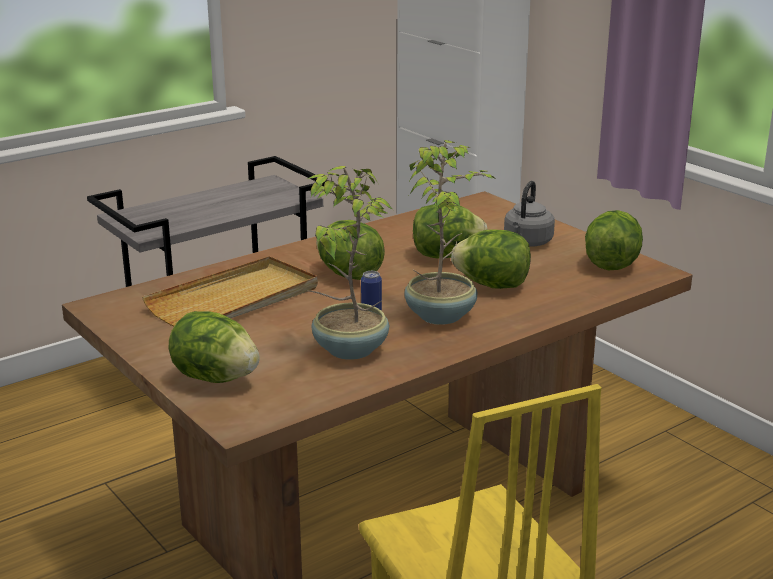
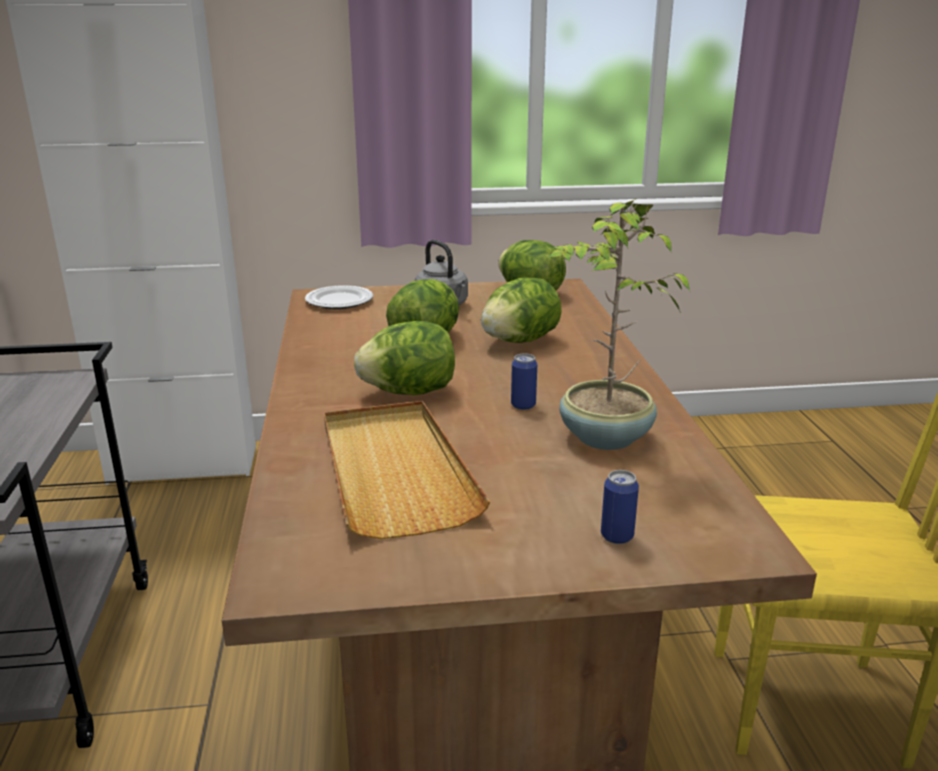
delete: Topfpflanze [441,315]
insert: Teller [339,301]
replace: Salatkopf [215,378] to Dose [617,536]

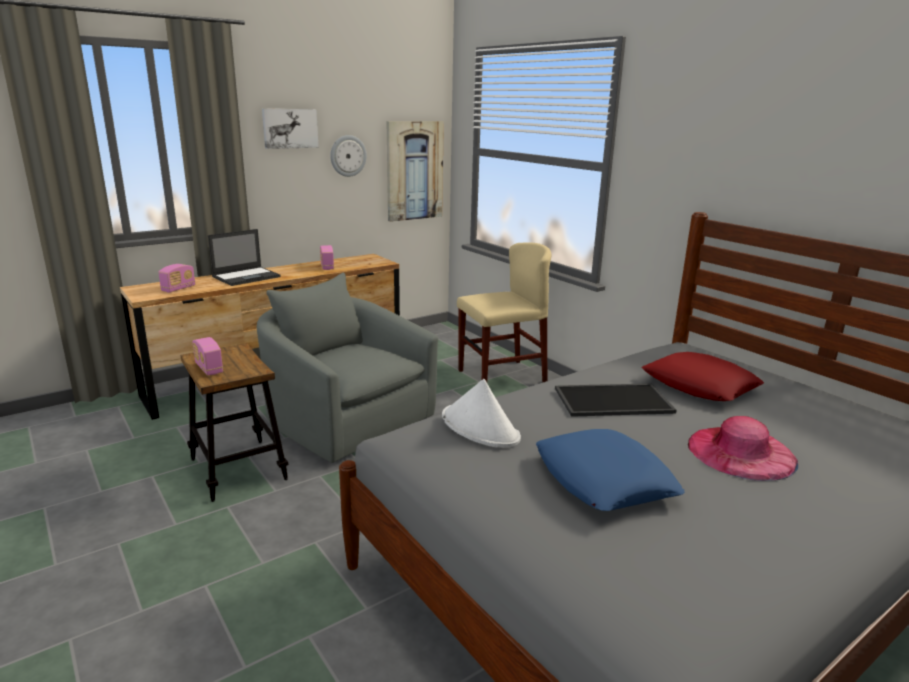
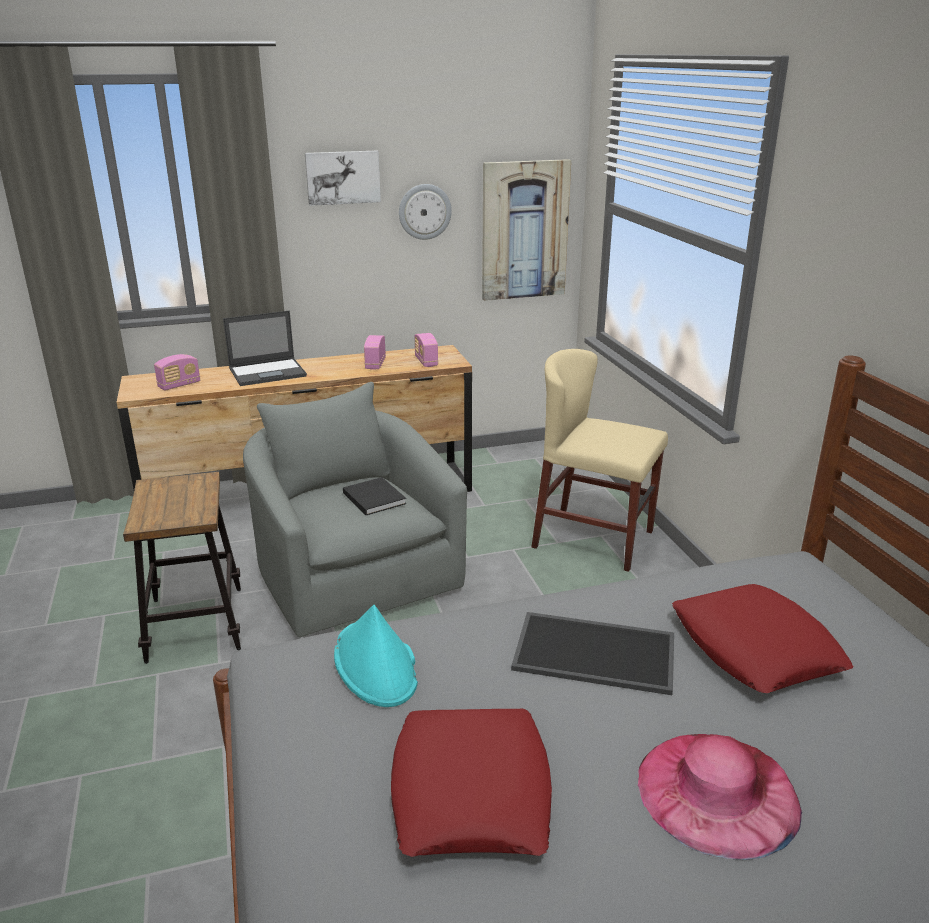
insert: Buch [schwarz] [373,497]
move: Radio [209,368] to [426,362]
recolor: Hut [weiß] [480,427] to Hut [türkis] [376,665]; Kissen [blau] [604,479] to Kissen [rot] [471,792]
rotate: Stuhl [beige] [501,376] = [593,539] 150 degrees counterclockwise

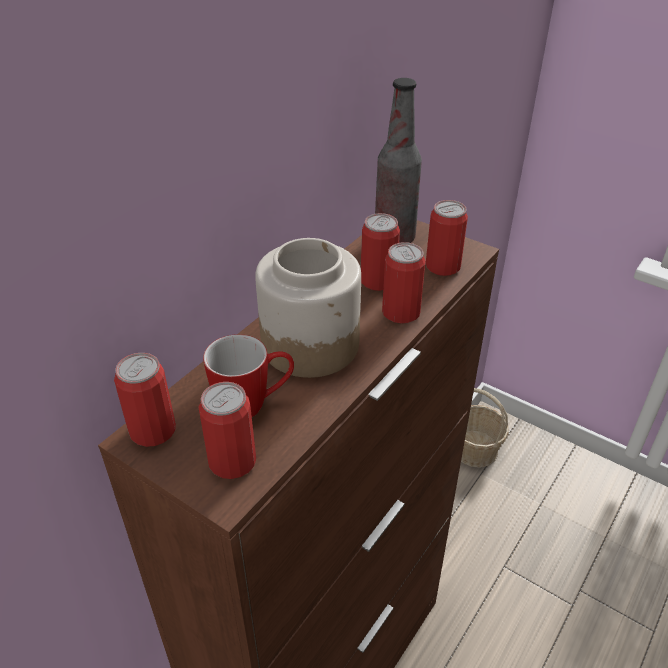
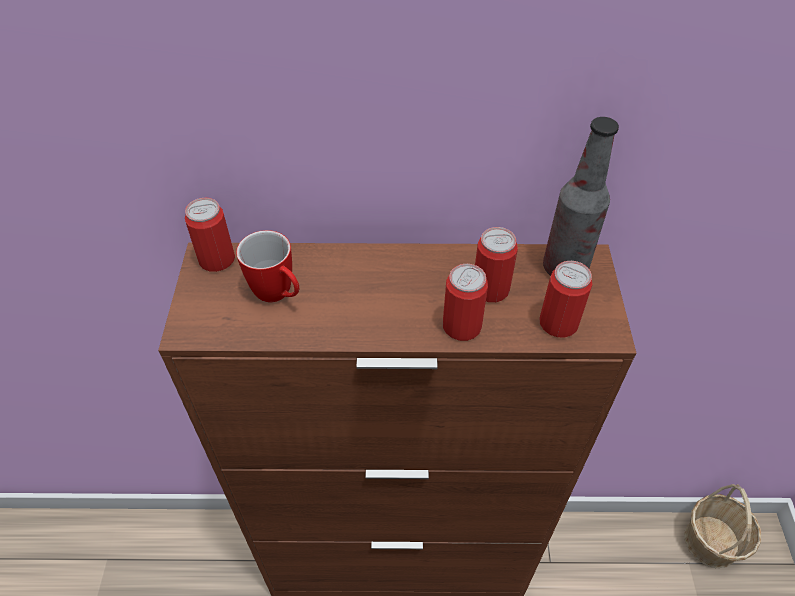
delete: Dose [232,461]; Vorratsglas [311,344]

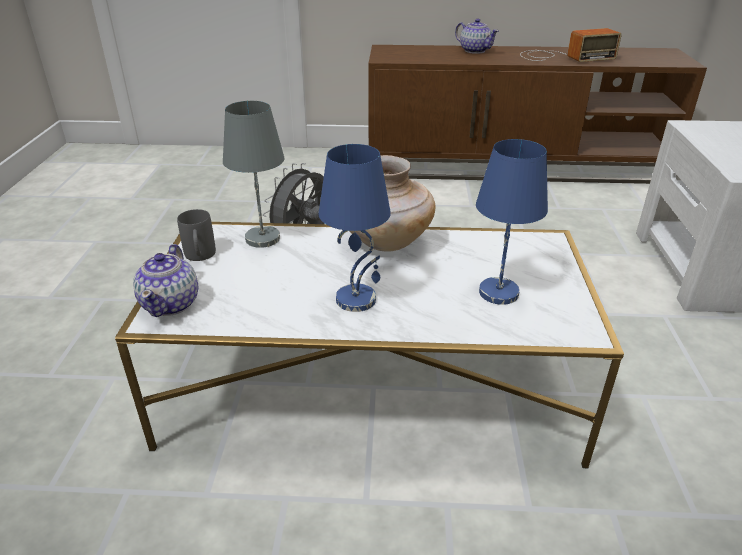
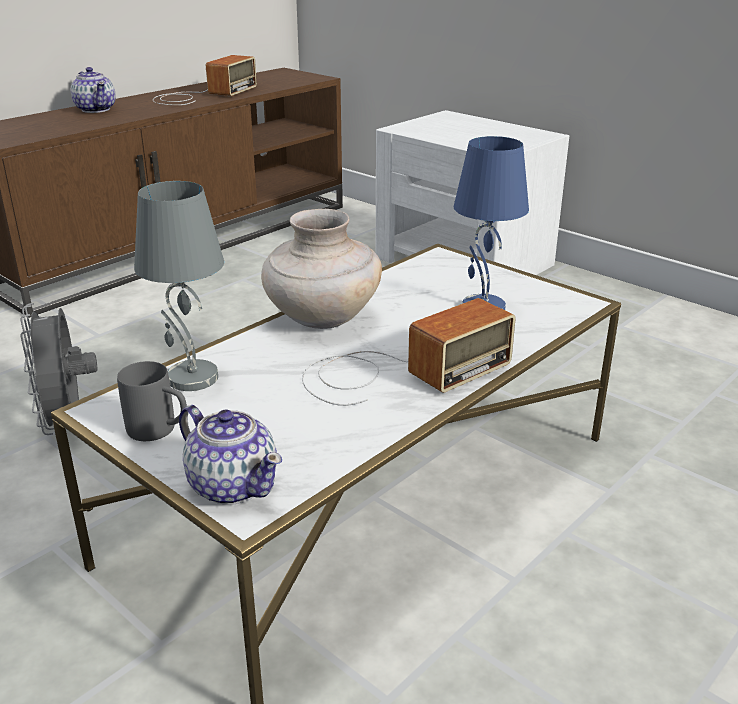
replace: Tischlampe [blau] [357,299] to Radio [397,372]
rotate: Teekanne [474,50] = [96,109] 60 degrees clockwise

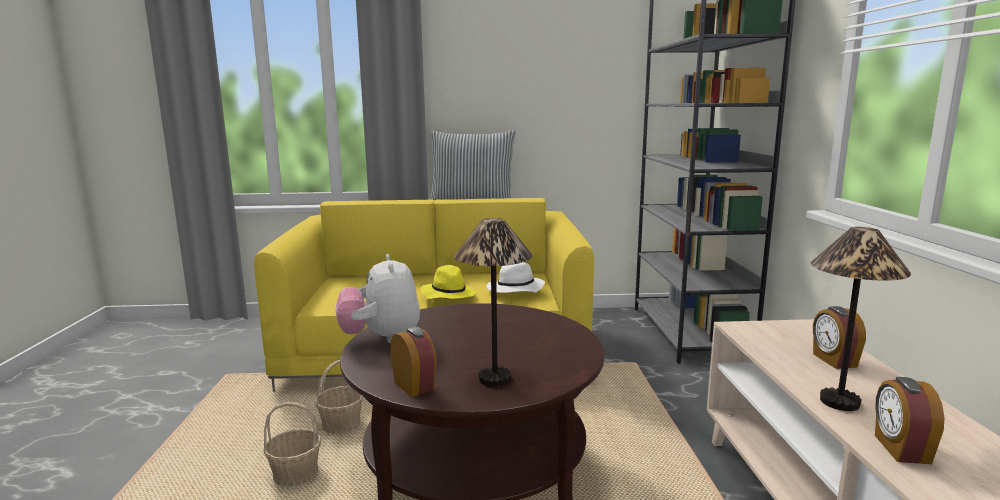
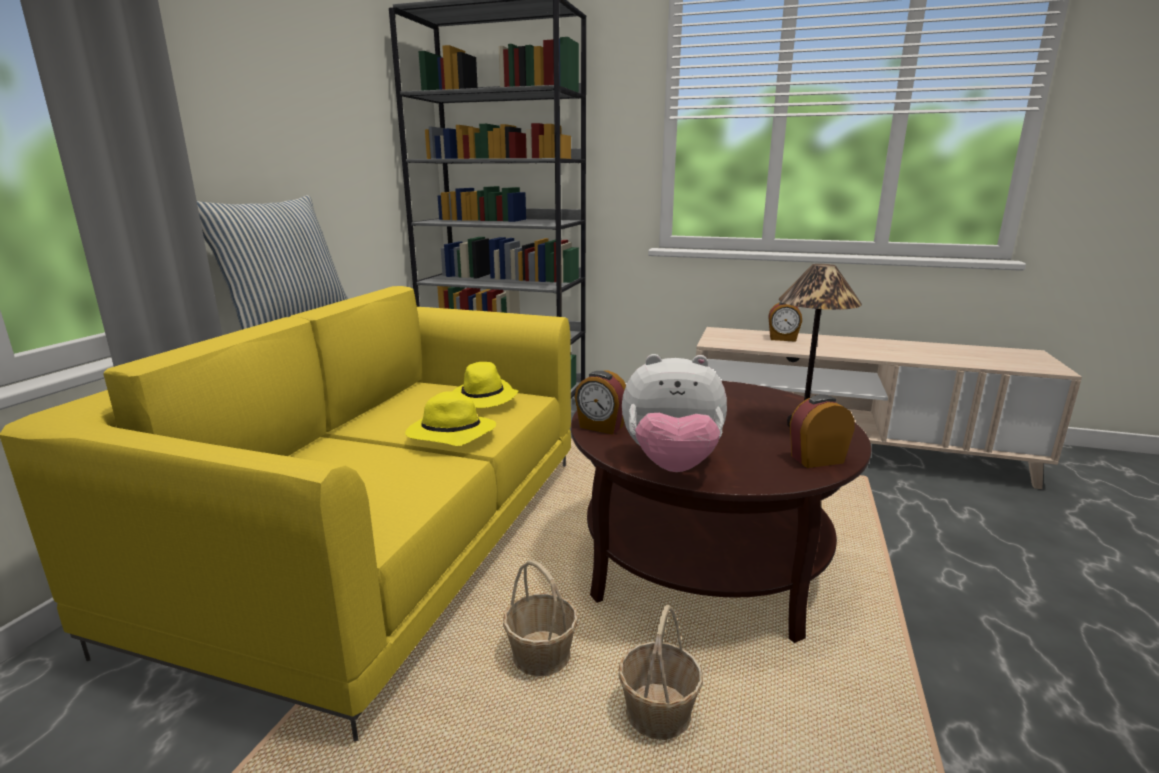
delete: Tischlampe [839,402]
move: Wecker [900,449] to [601,427]
recolor: Hut [weiß] [515,289] to Hut [gelb] [484,399]

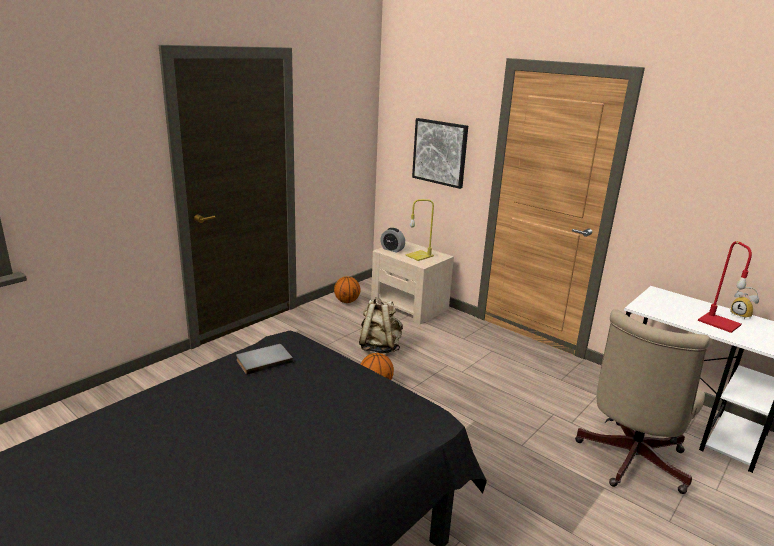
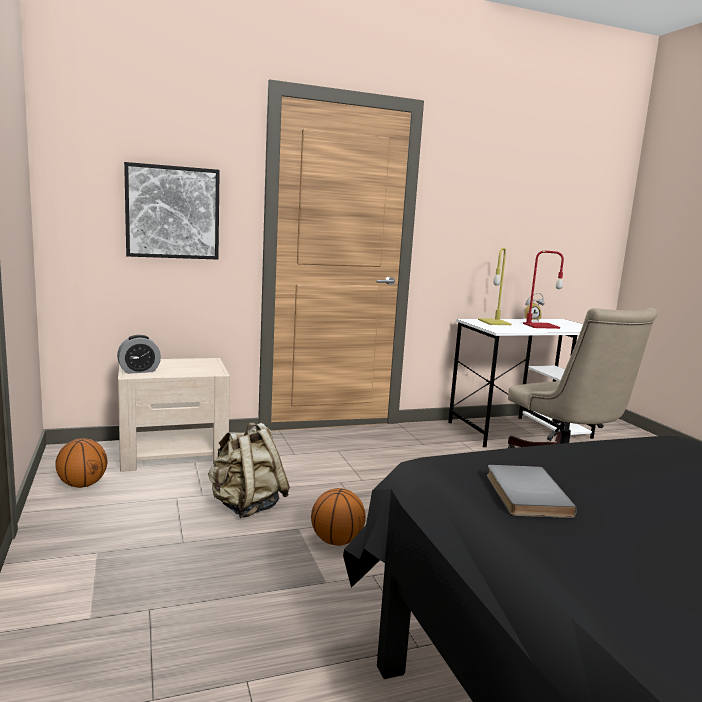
move: Tischlampe [gelb] [419,255] to [493,322]

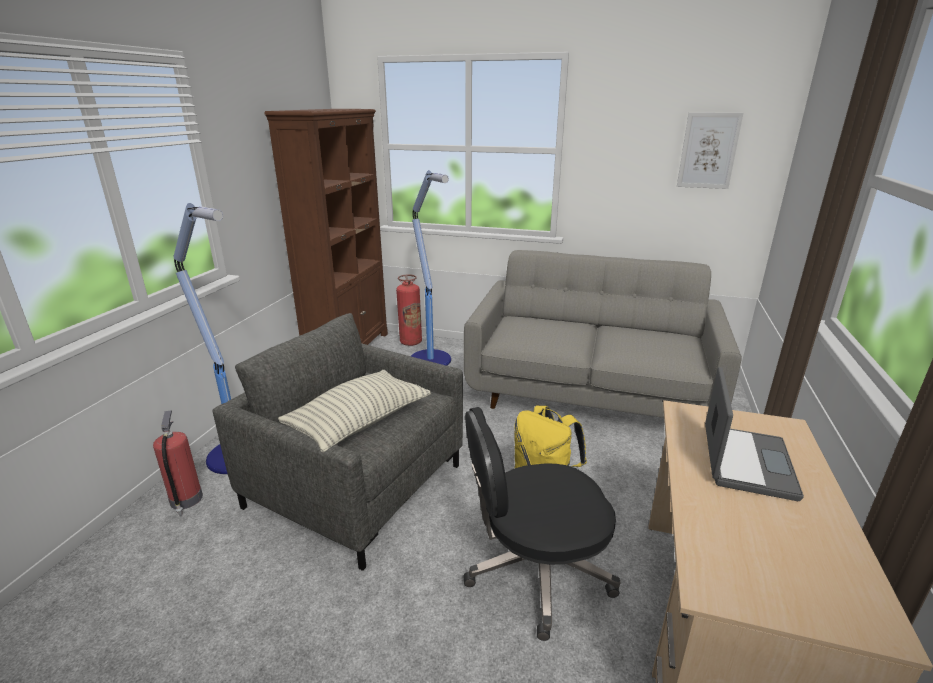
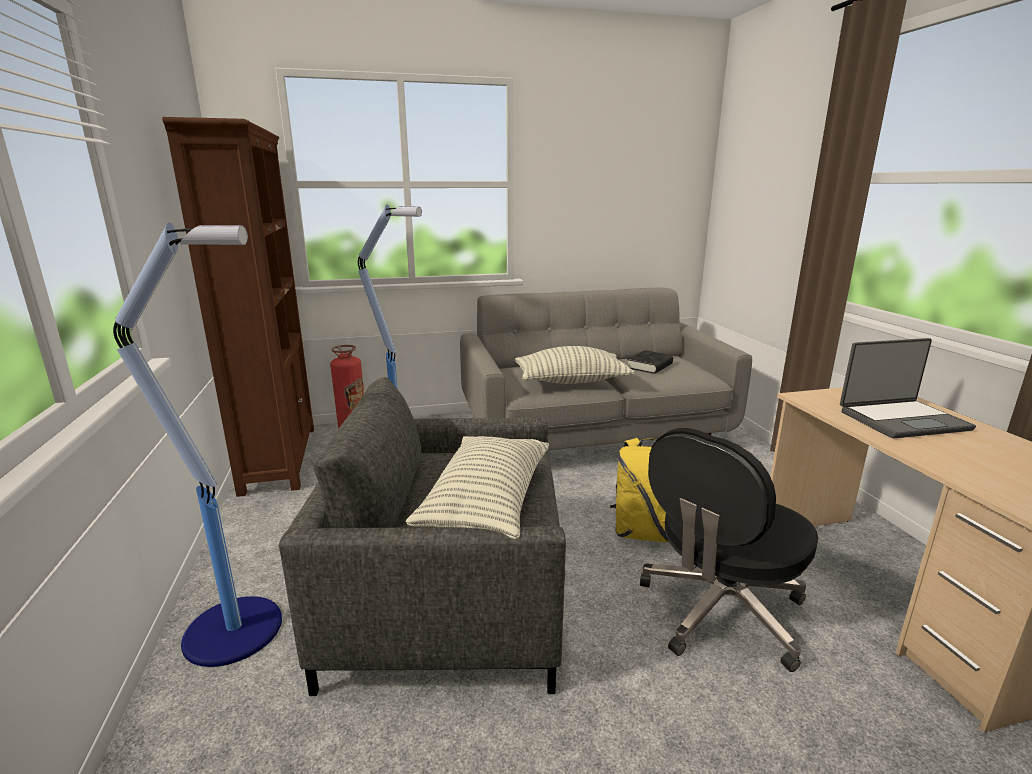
delete: Feuerlöscher [186,500]; Bild [708,151]
insert: Kissen [571,381]; Buch [schwarz] [649,366]
rotate: Laptop [745,461] = [901,420] 90 degrees clockwise

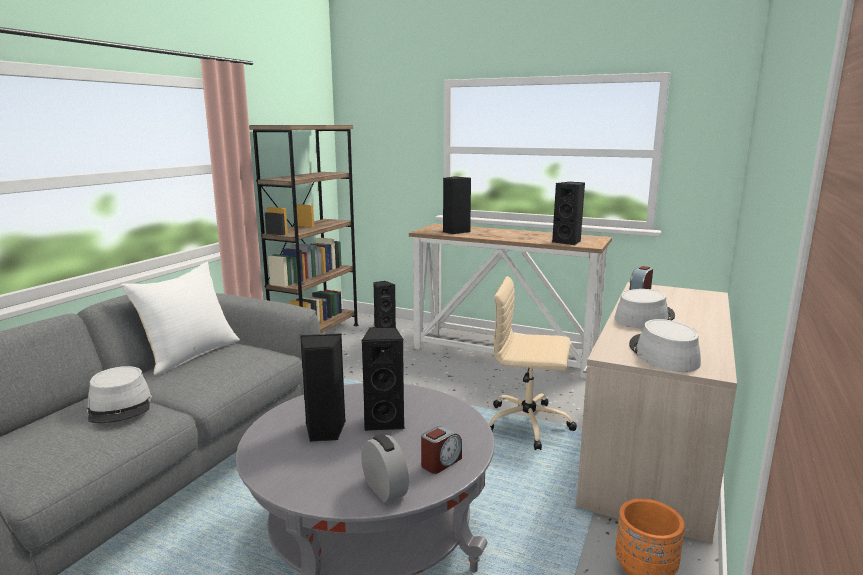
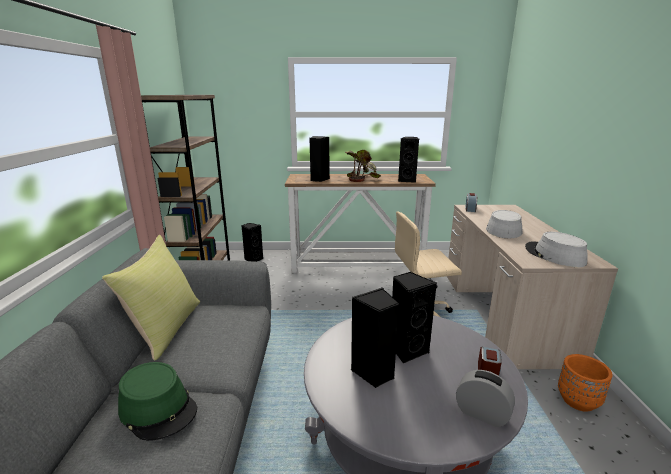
insert: Topfpflanze [361,178]
recolor: Hut [grau] [120,406] to Hut [grün] [158,408]; Kissen [weiß] [190,355] to Kissen [gelb] [166,328]

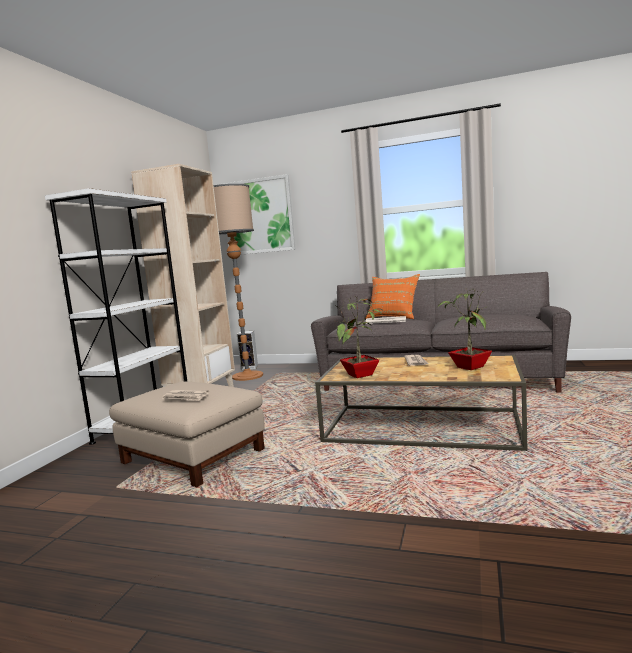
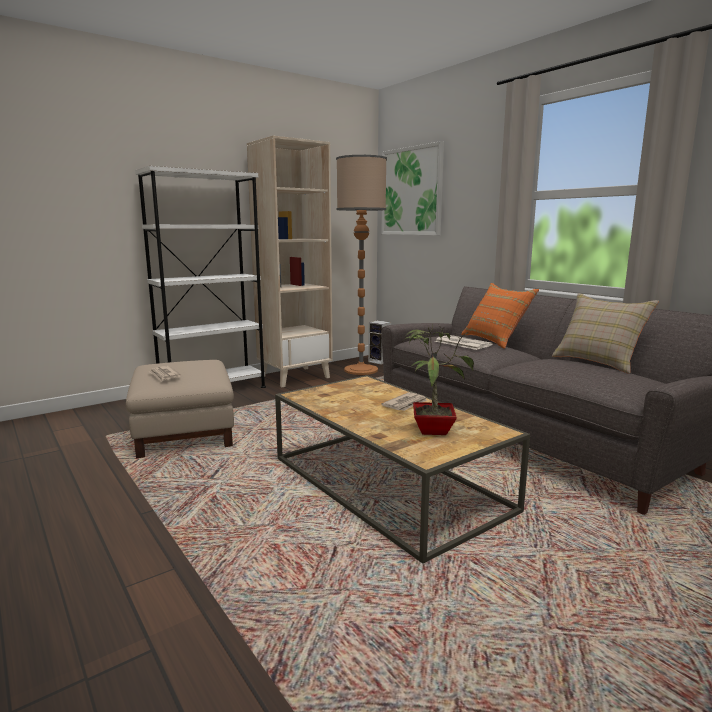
delete: Topfpflanze [361,375]
insert: Kissen [beige] [598,362]

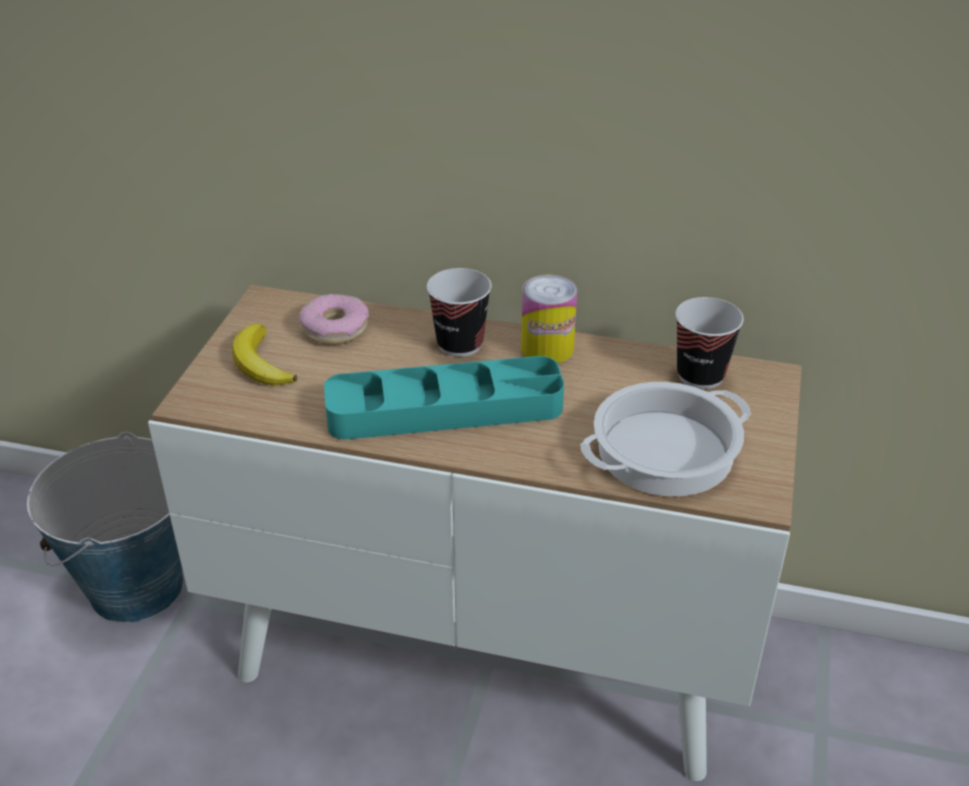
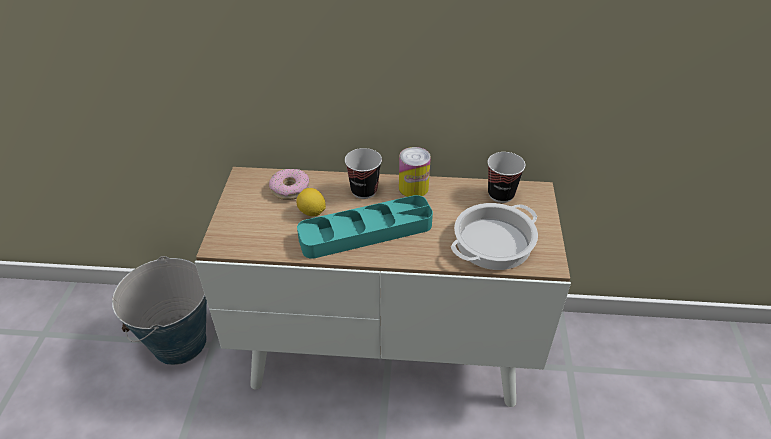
delete: Banane [261,363]
insert: Zitrone [312,212]

